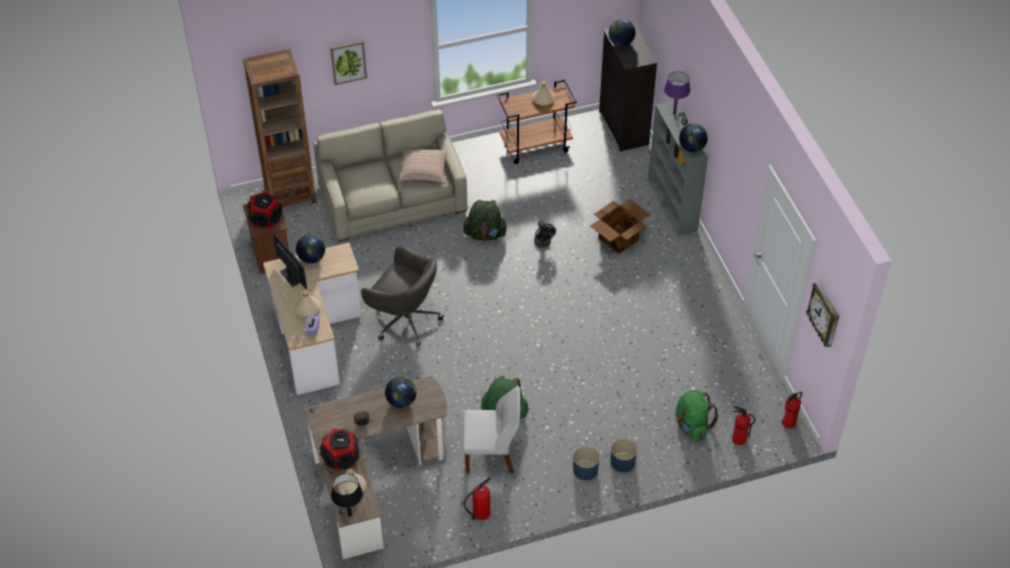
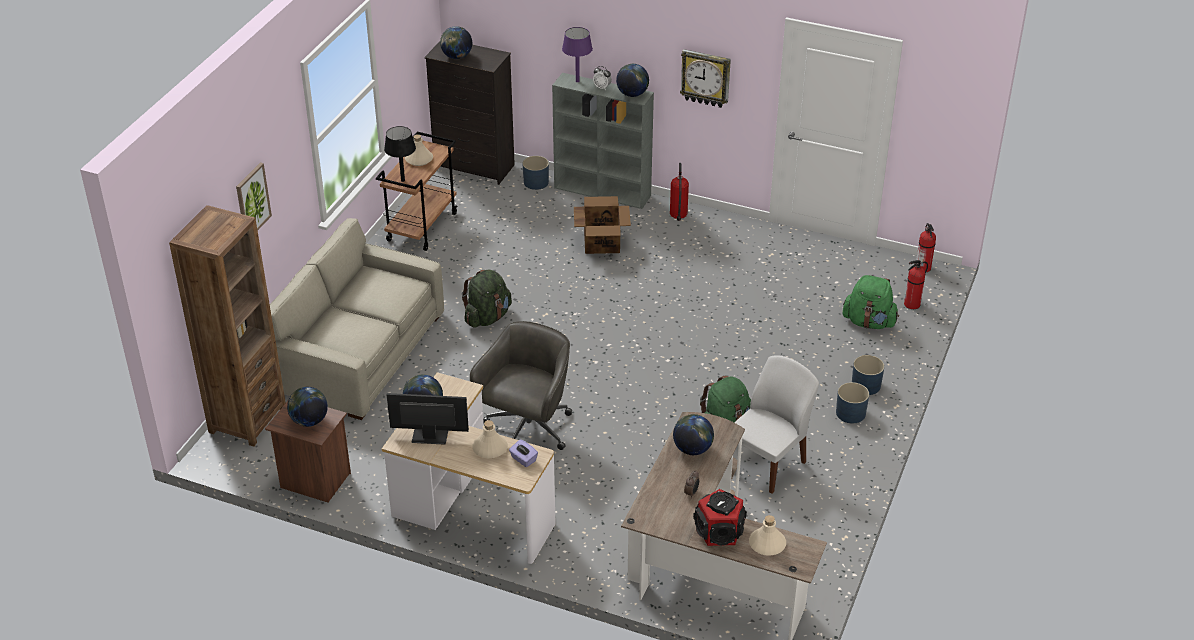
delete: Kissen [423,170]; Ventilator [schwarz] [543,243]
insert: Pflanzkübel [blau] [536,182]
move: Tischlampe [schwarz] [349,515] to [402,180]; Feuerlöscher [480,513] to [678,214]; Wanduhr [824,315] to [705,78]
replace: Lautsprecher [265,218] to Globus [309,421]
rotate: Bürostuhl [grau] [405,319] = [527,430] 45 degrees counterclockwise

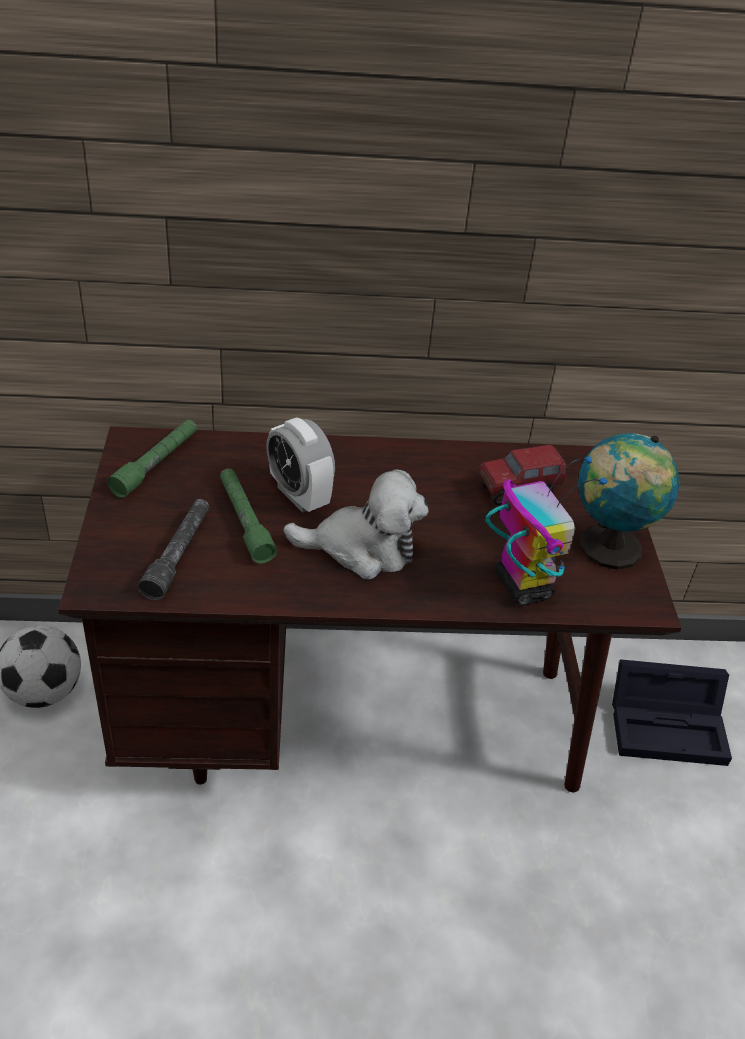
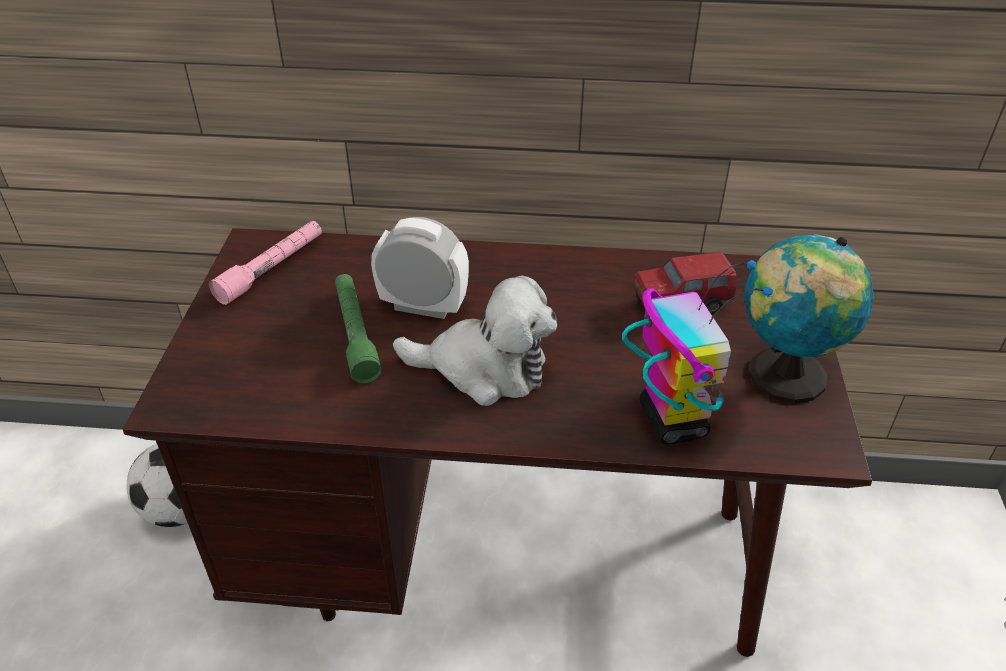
delete: Taschenlampe [grau] [178,554]; Aufbewahrungsbox [schwarz] [670,725]
recolor: Taschenlampe [grün] [156,464] to Taschenlampe [rosa] [272,269]
rotate: Wecker [299,495] = [423,306] 135 degrees clockwise

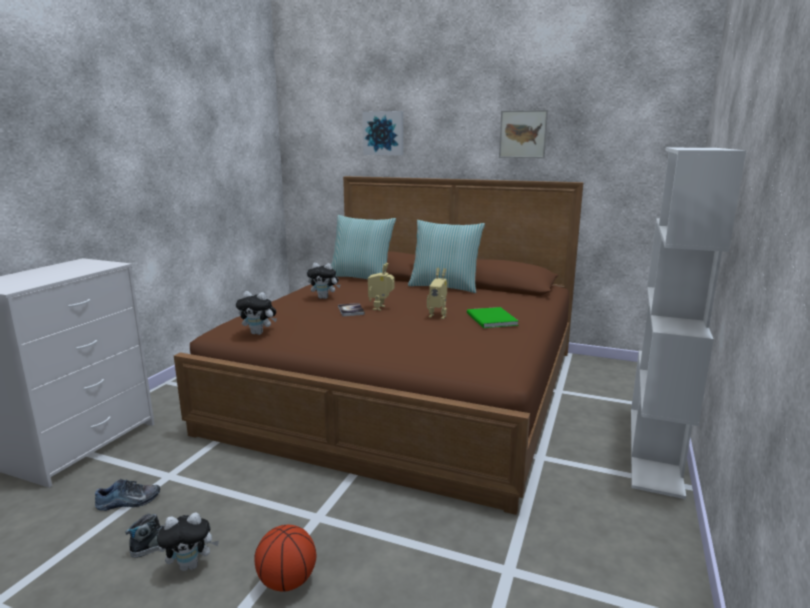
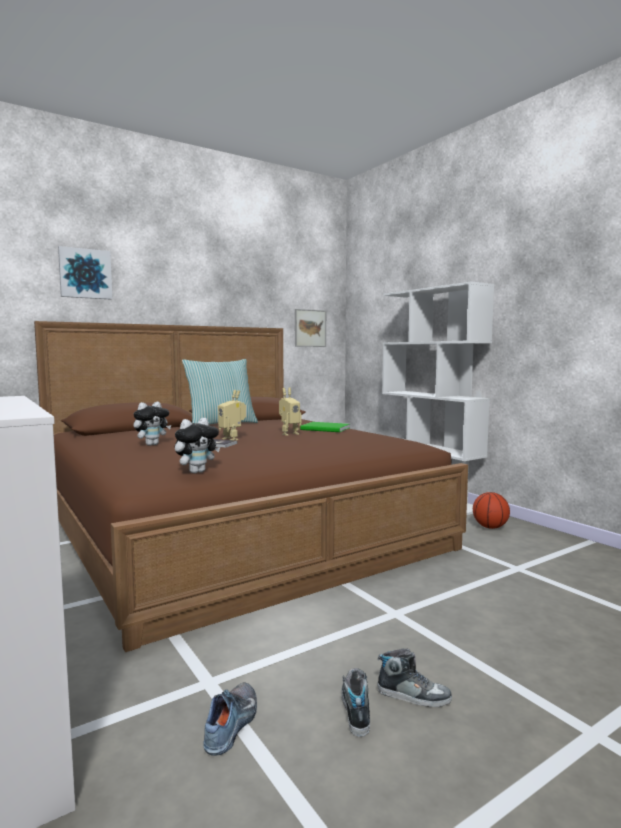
delete: Kissen [361,277]
move: Basketball [287,582] to [490,527]; Bild [523,134] to [310,328]
replace: Plüschtier [191,565] to Schuh [413,695]

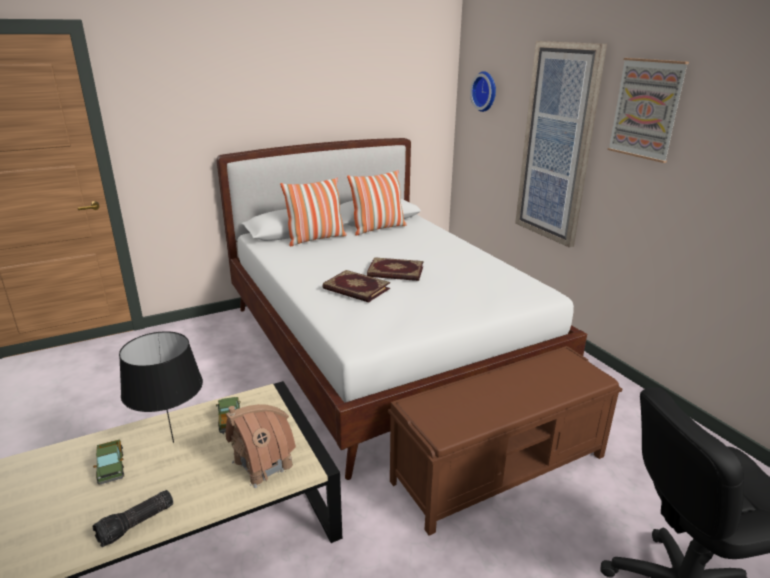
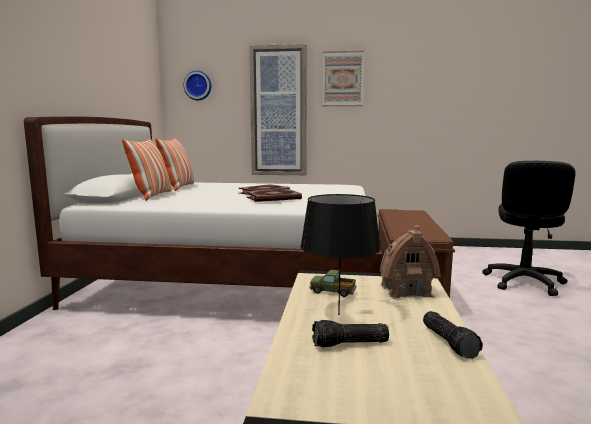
replace: Spielzeuglaster [111,468] to Taschenlampe [349,344]

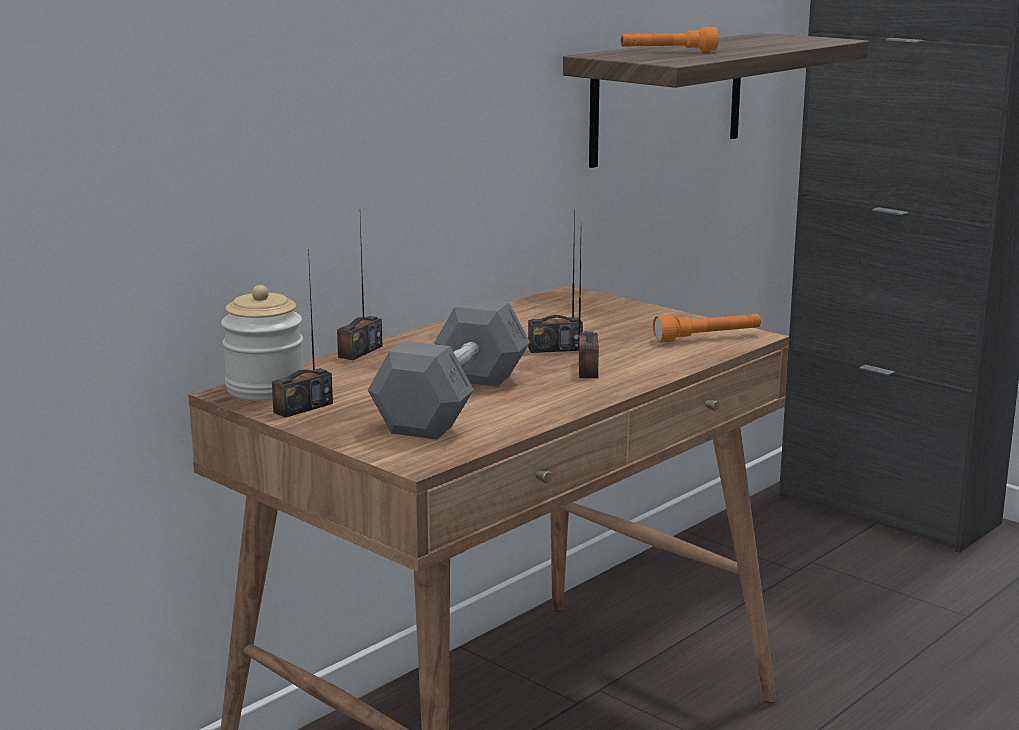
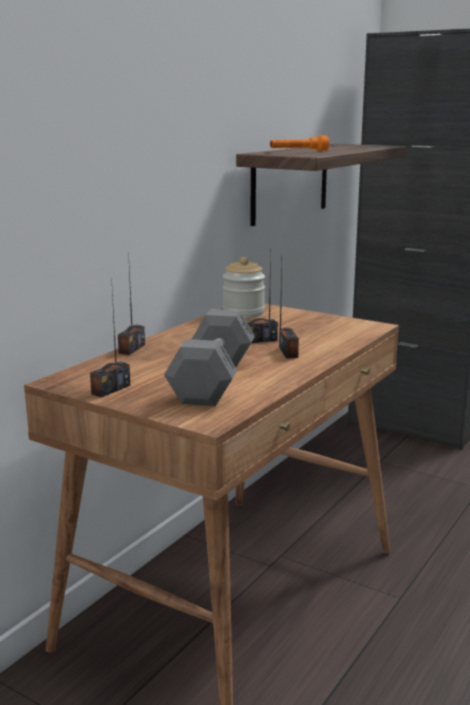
delete: Taschenlampe [orange] [707,338]
move: Vorratsglas [265,389] to [243,313]

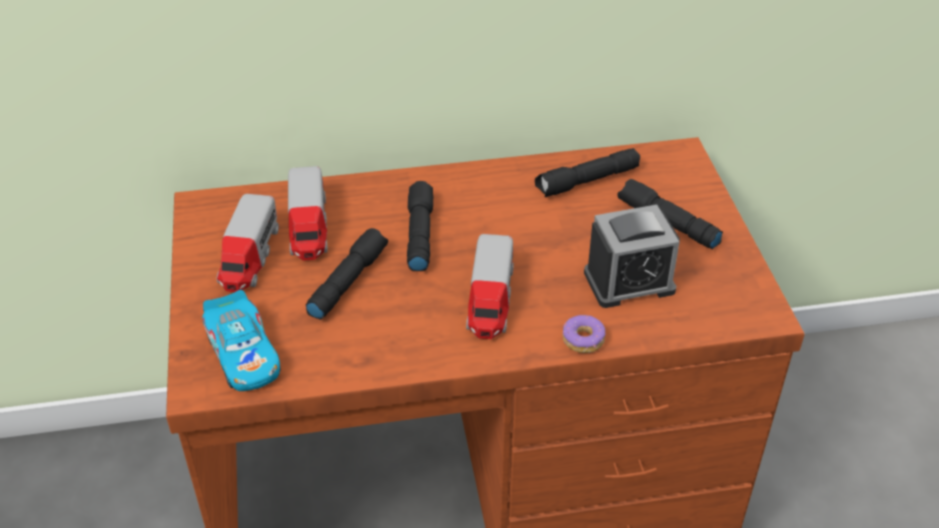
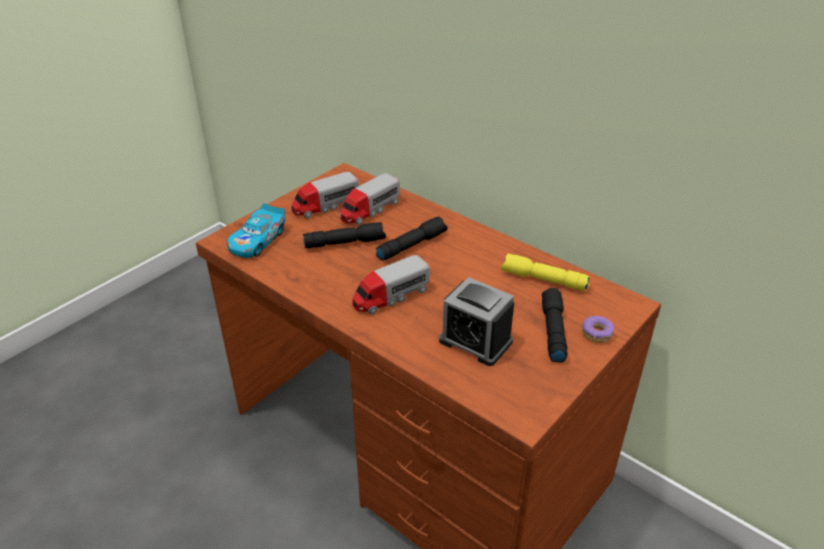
move: Donut [583,340] to [596,334]
recolor: Taschenlampe [schwarz] [587,182] to Taschenlampe [gelb] [543,280]

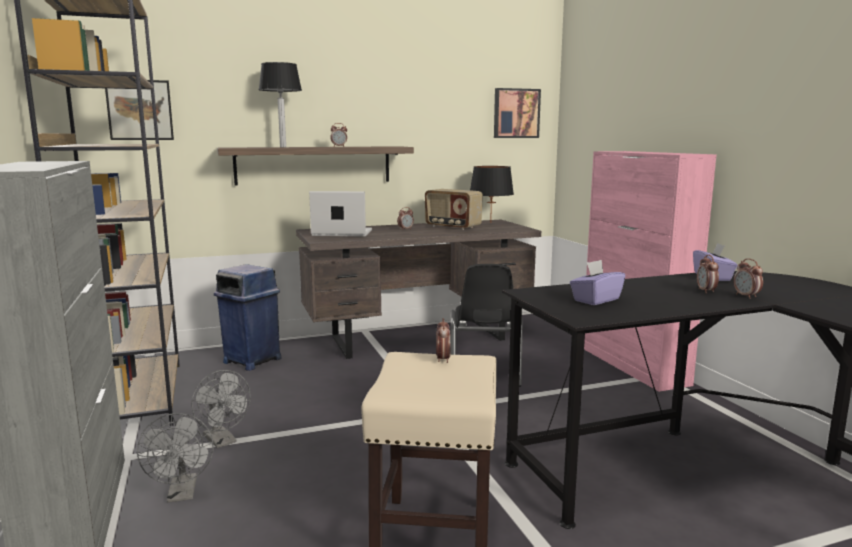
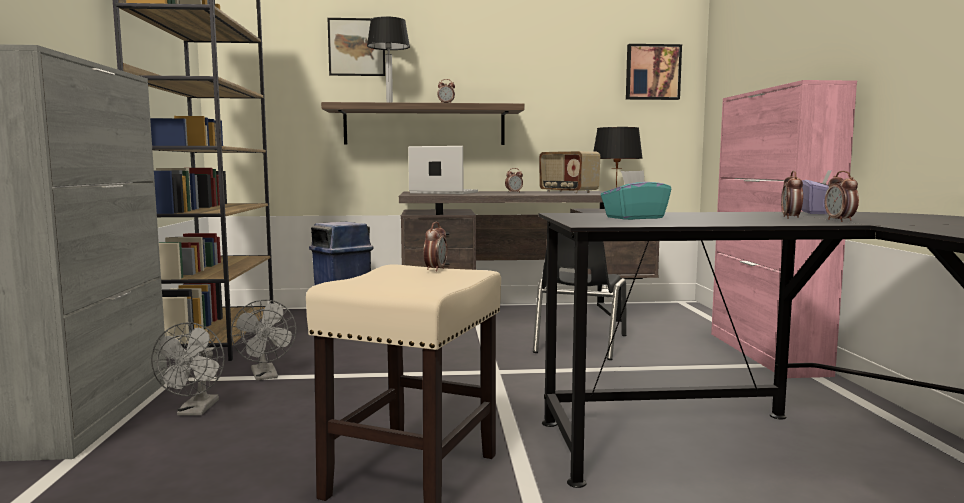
move: Bild [140,110] to [356,47]
recolor: Taschentuchbox [lila] [595,300] to Taschentuchbox [türkis] [634,218]

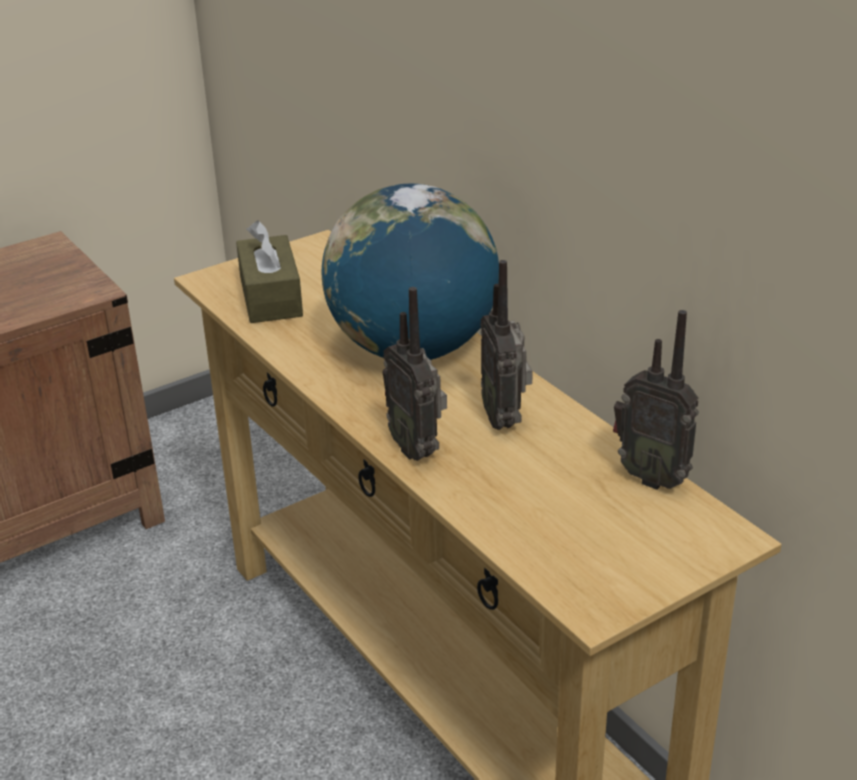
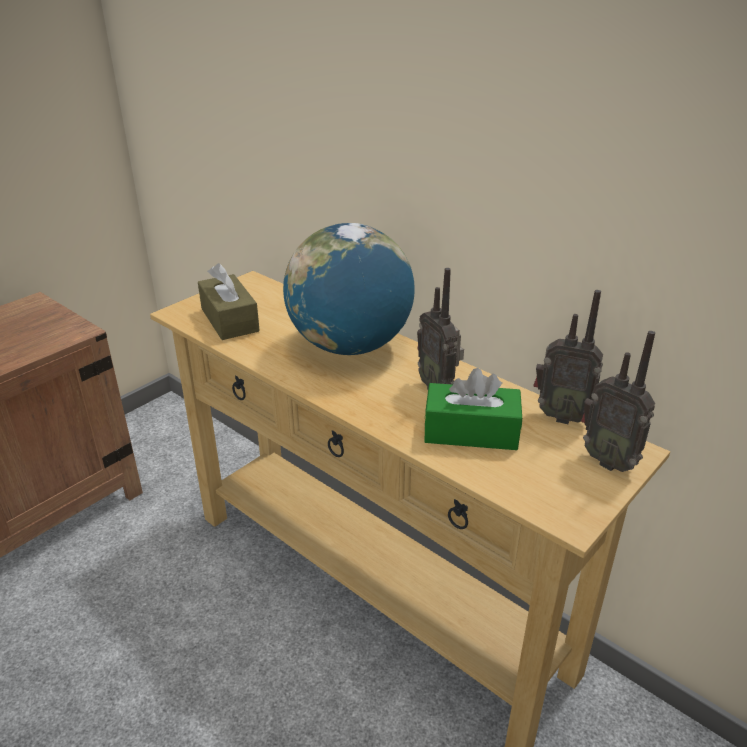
insert: Taschentuchbox [grün] [471,432]
move: Radio [417,448] to [608,460]

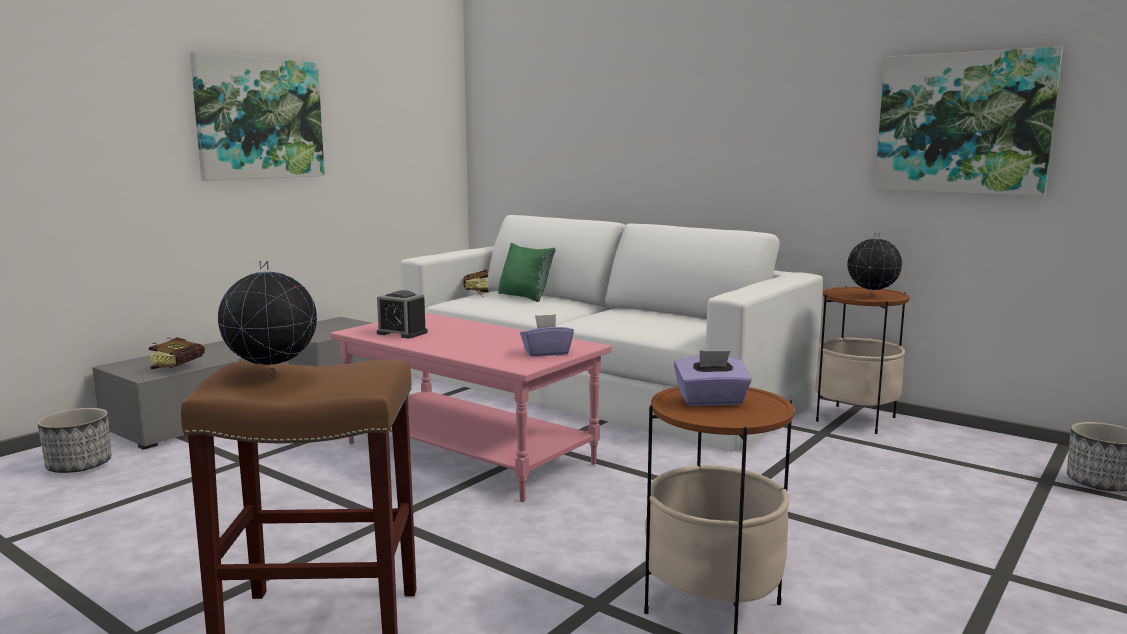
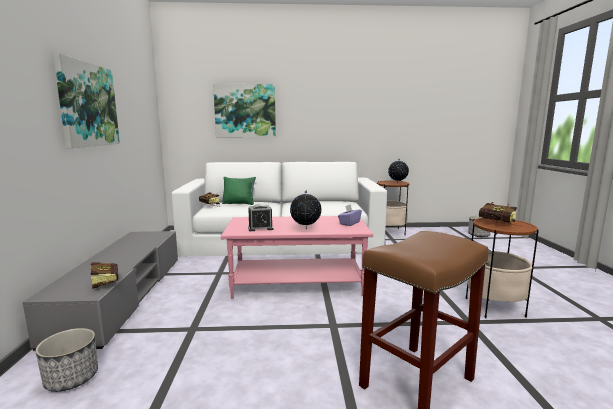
move: Globus [272,376] to [305,229]; Bild [963,123] to [245,111]
replace: Taschentuchbox [lila] [711,401] to Buch [500,224]

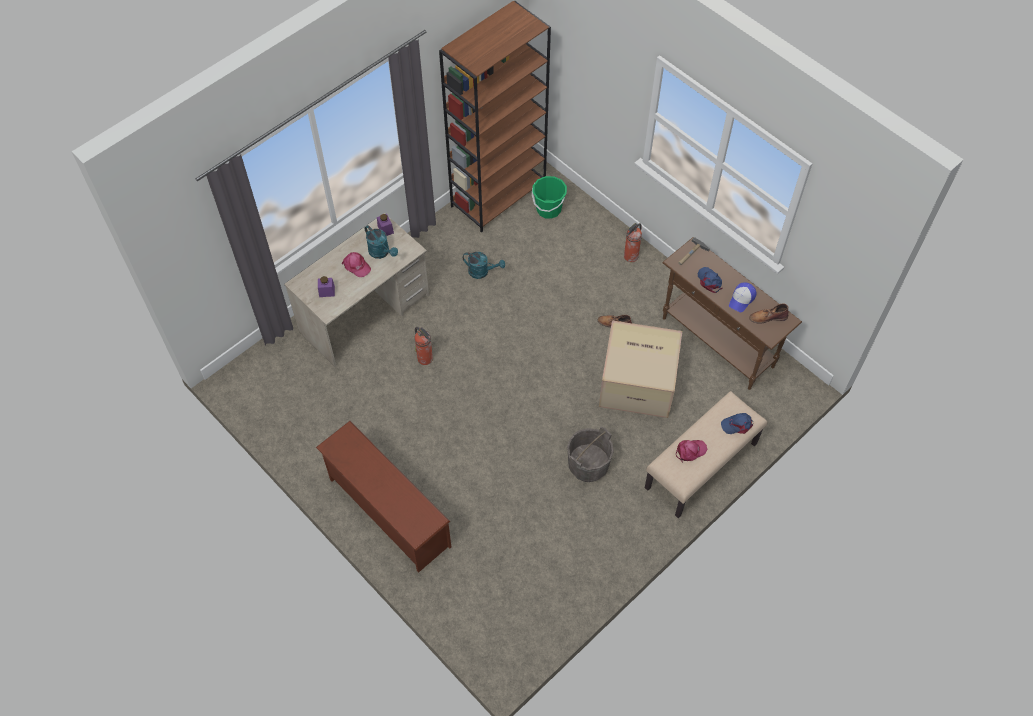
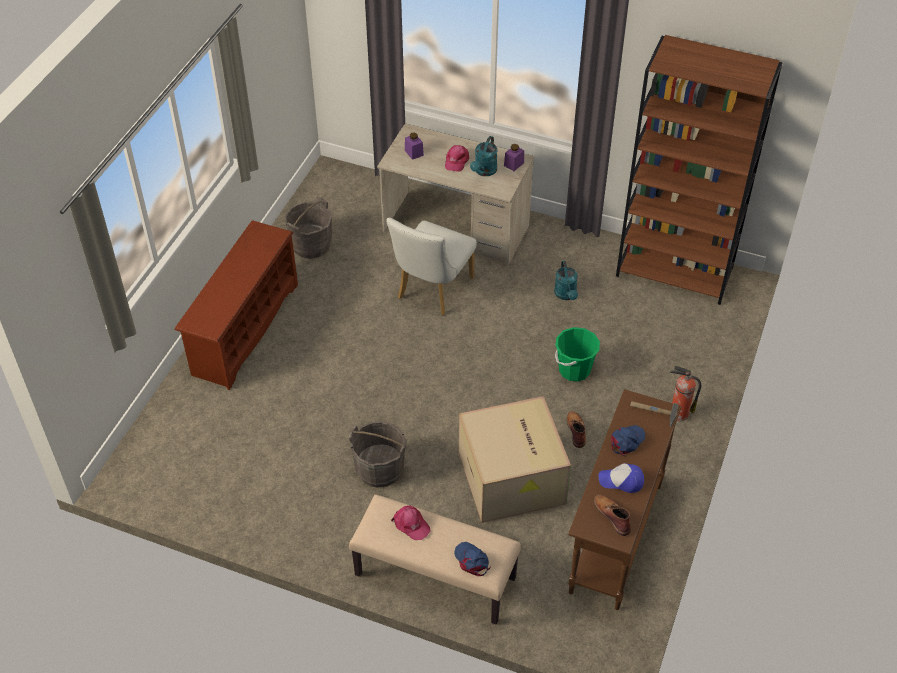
insert: Eimer [grau] [311,245]
move: Eimer [grün] [548,209] to [574,370]
replace: Feuerlöscher [425,359] to Stuhl [weiß] [431,291]

